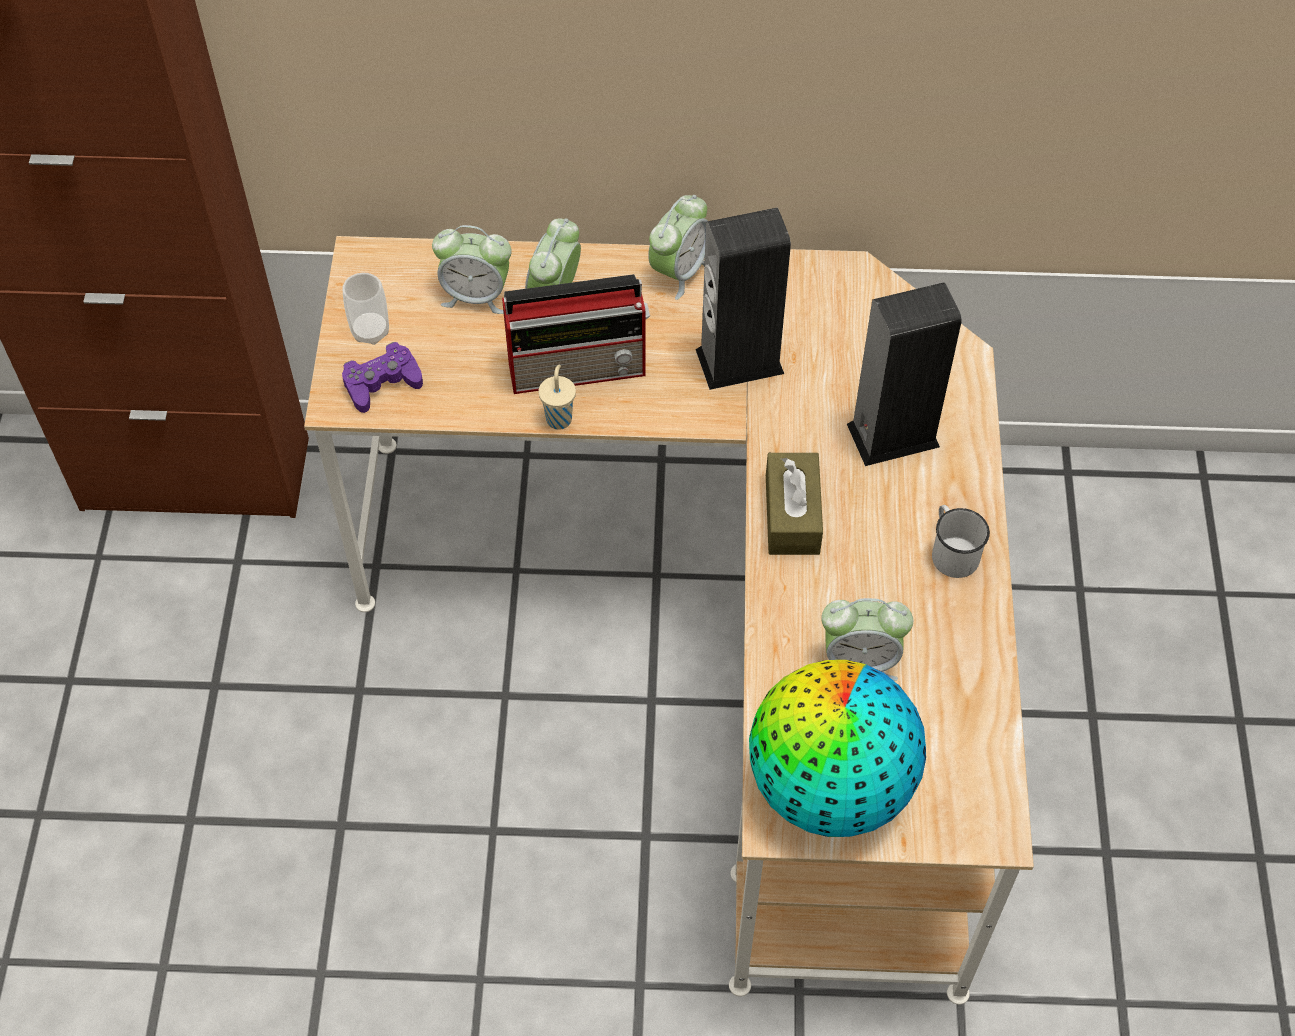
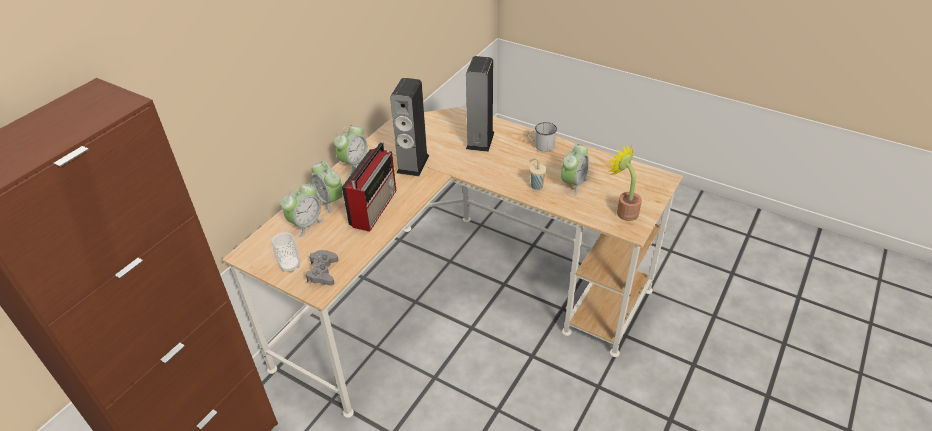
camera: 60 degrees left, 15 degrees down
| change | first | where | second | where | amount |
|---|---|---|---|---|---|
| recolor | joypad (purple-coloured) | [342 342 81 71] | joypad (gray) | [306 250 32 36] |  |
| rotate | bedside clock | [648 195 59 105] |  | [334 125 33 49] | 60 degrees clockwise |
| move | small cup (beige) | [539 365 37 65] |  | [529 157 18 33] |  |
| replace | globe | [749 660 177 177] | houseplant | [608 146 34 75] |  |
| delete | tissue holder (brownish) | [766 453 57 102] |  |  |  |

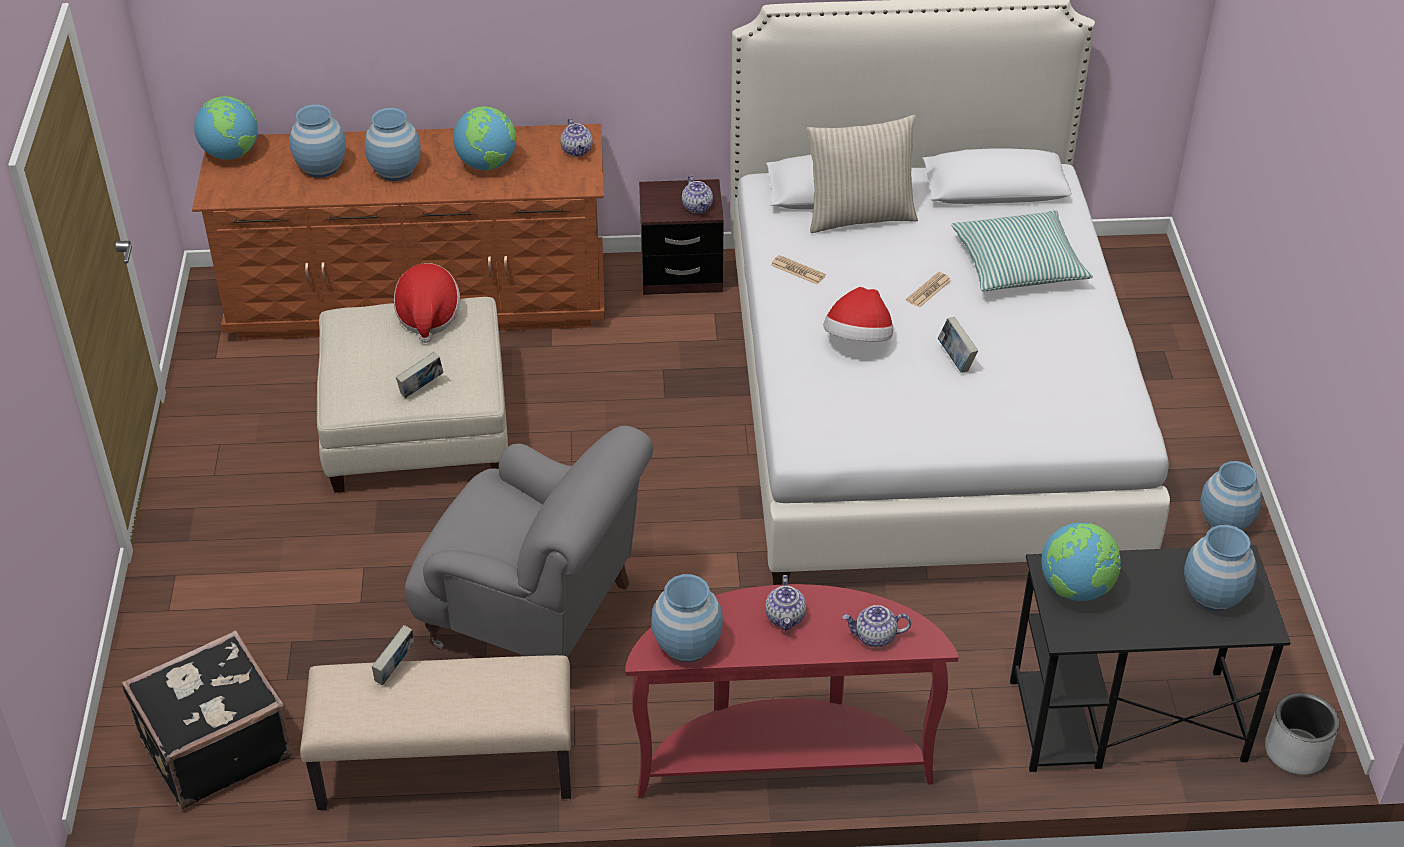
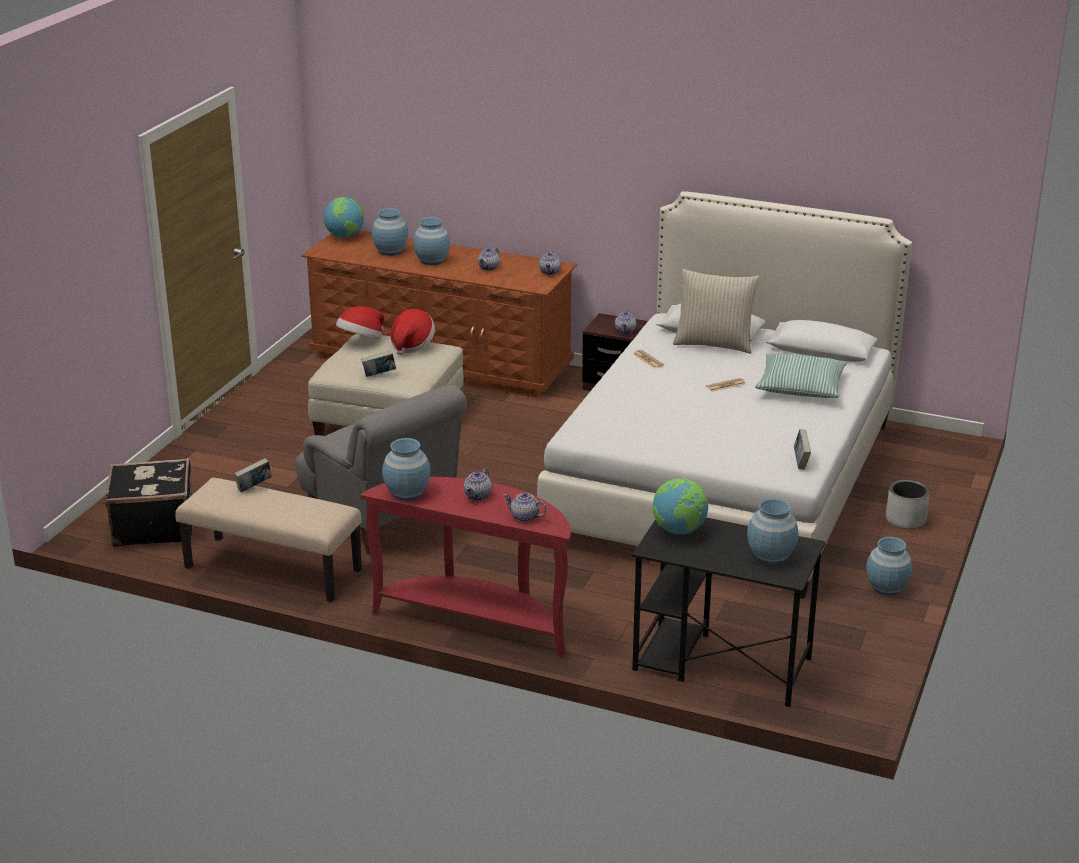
camera: 25 degrees right, 15 degrees down
| change | first | where | second | where | amount |
|---|---|---|---|---|---|
| move | hat | [823 287 70 55] |  | [336 306 48 33] |  |
| replace | globe | [453 106 63 64] | tea pot | [478 247 22 24] |  |
| move | bound book | [938 317 40 56] |  | [794 429 17 41] |  |
| move | flower pot (gray) | [1265 693 75 82] |  | [886 480 44 49] |  |

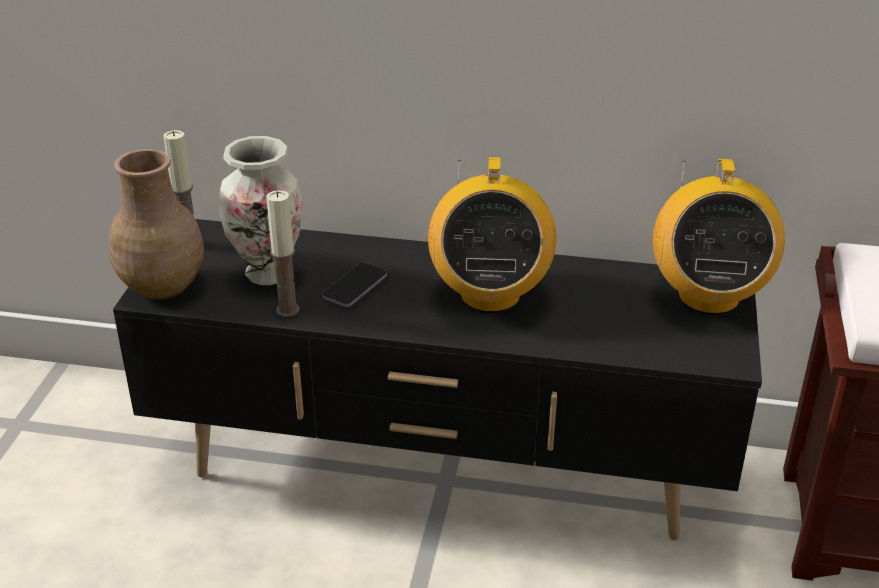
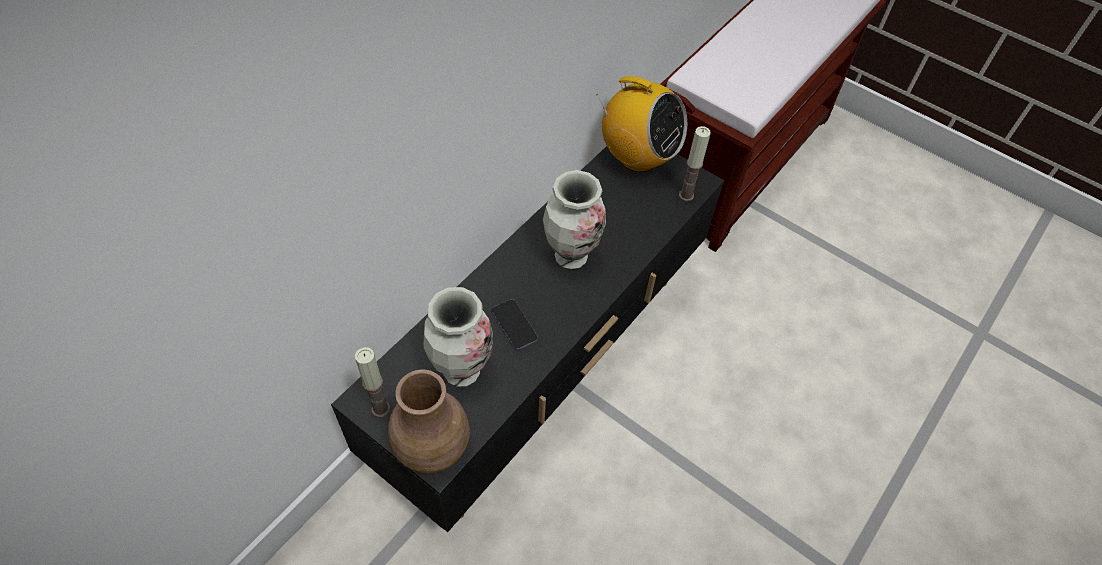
camera: 65 degrees left, 20 degrees up
| change | first | where | second | where | amount |
|---|---|---|---|---|---|
| replace | radio set | [428 157 128 156] | flower vase | [543 170 63 99] |  |
| move | candle | [266 190 34 127] |  | [679 126 32 75] |  |

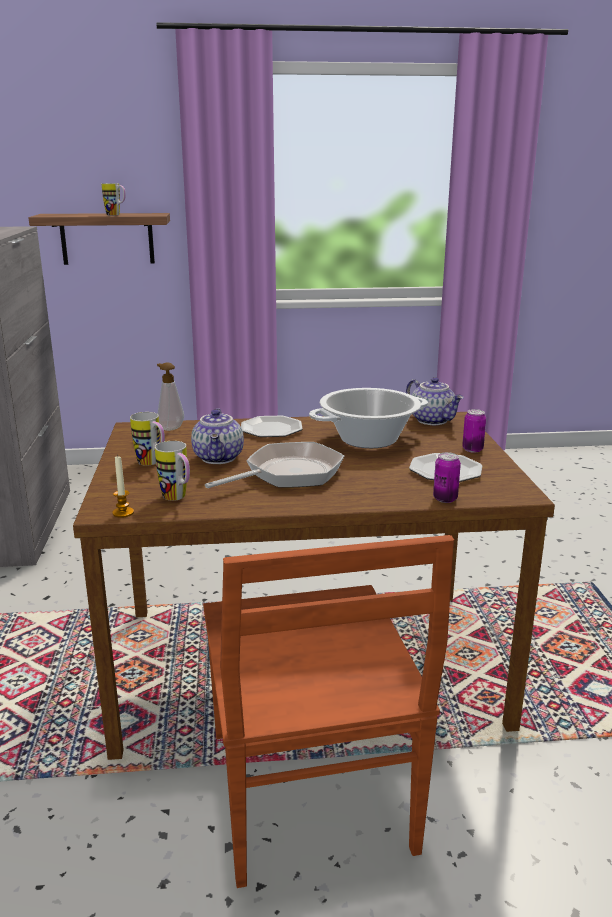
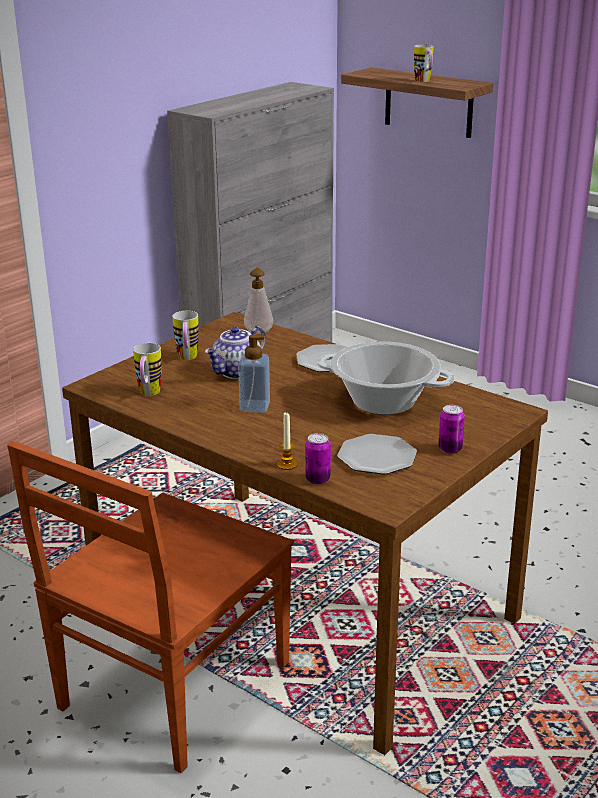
camera: 45 degrees right, 5 degrees up
| change | first | where | second | where | amount |
|---|---|---|---|---|---|
| replace | pan | [205 442 139 46] | soap bottle | [238 335 32 78] |  |
| move | candle | [112 455 22 63] |  | [277 412 20 58] |  |
| delete | tea pot | [406 377 58 48] |  |  |  |

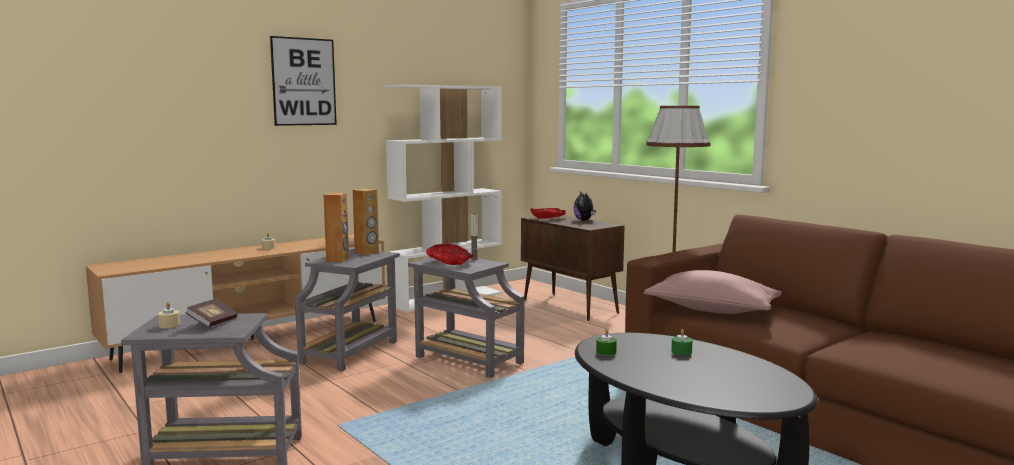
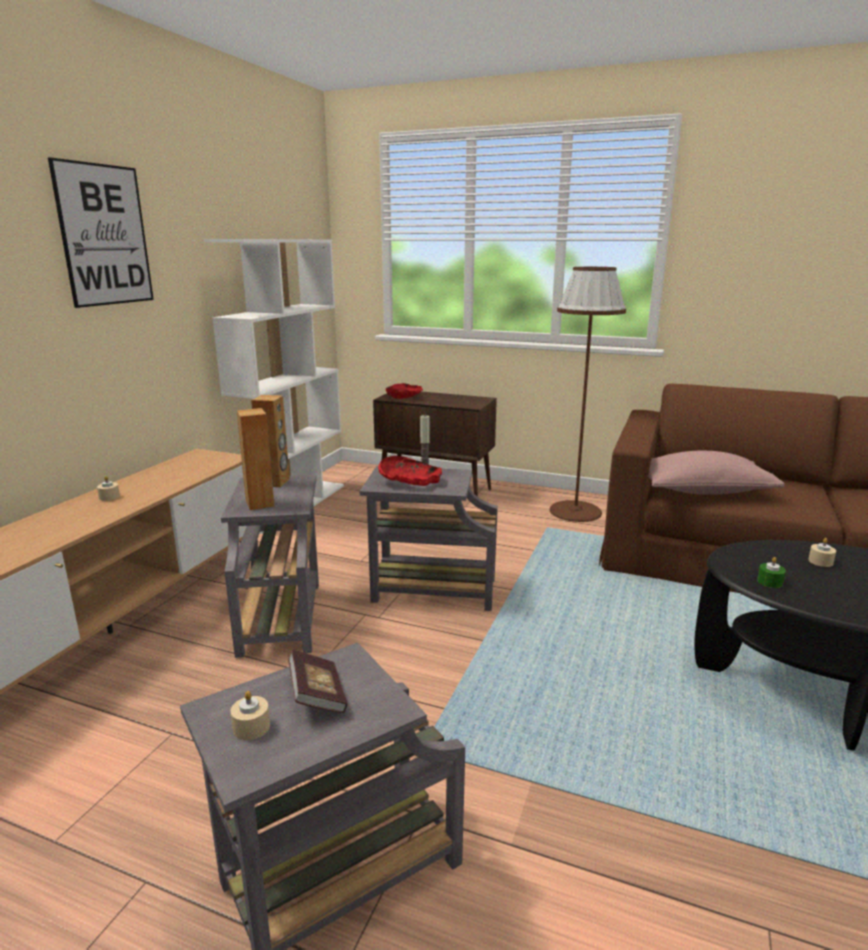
camera: 30 degrees left, 10 degrees up
| change | first | where | second | where | amount |
|---|---|---|---|---|---|
| recolor | candle (green) | [671 329 21 26] | candle (beige) | [808 538 28 29] |  |
| delete | plush toy | [574 191 22 30] |  |  |  |

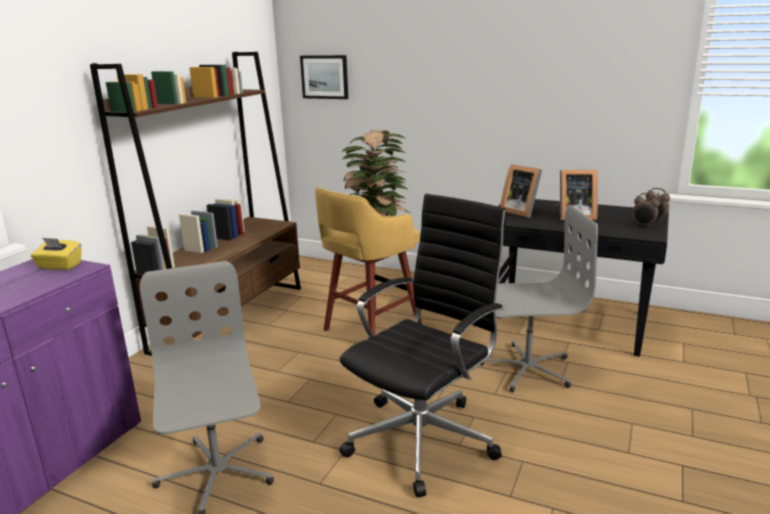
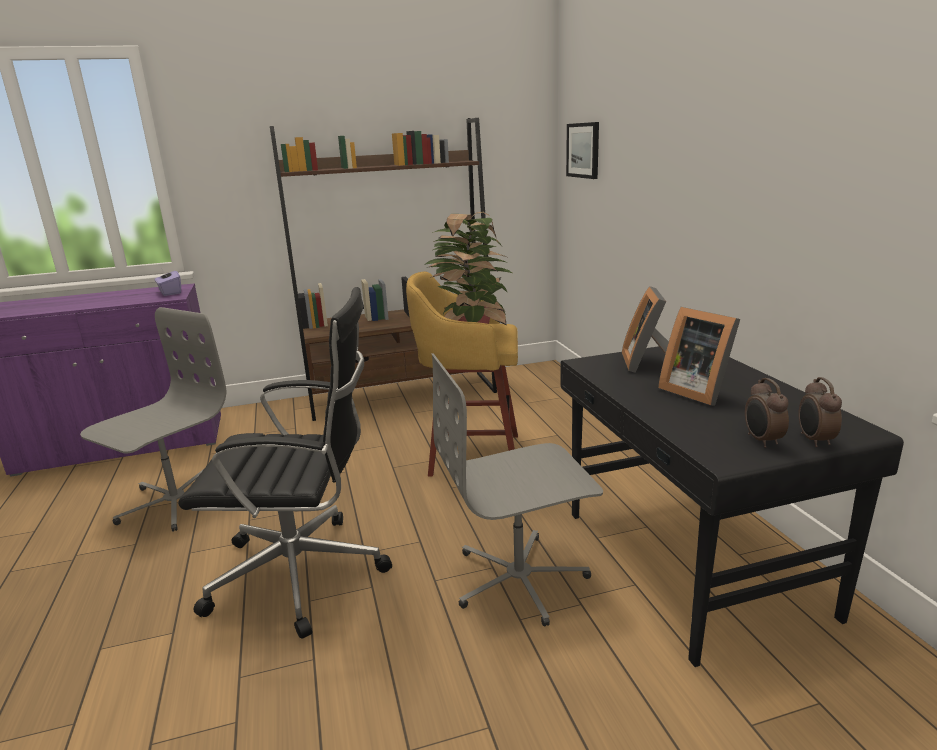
camera: 50 degrees right, 0 degrees up
| change | first | where | second | where | amount |
|---|---|---|---|---|---|
| recolor | tissue holder (yellow-coloured) | [31 238 51 32] | tissue holder (purple-coloured) | [155 268 26 28] |  |
| rotate | desk chair (gray) | [480 206 118 186] |  | [432 353 171 273] | 120 degrees clockwise |

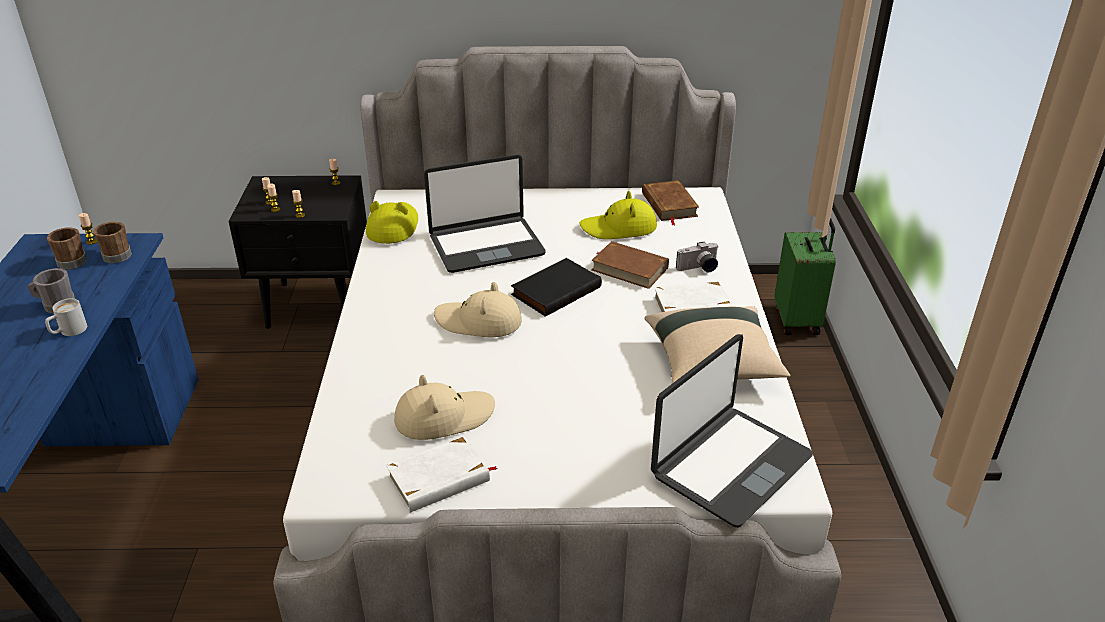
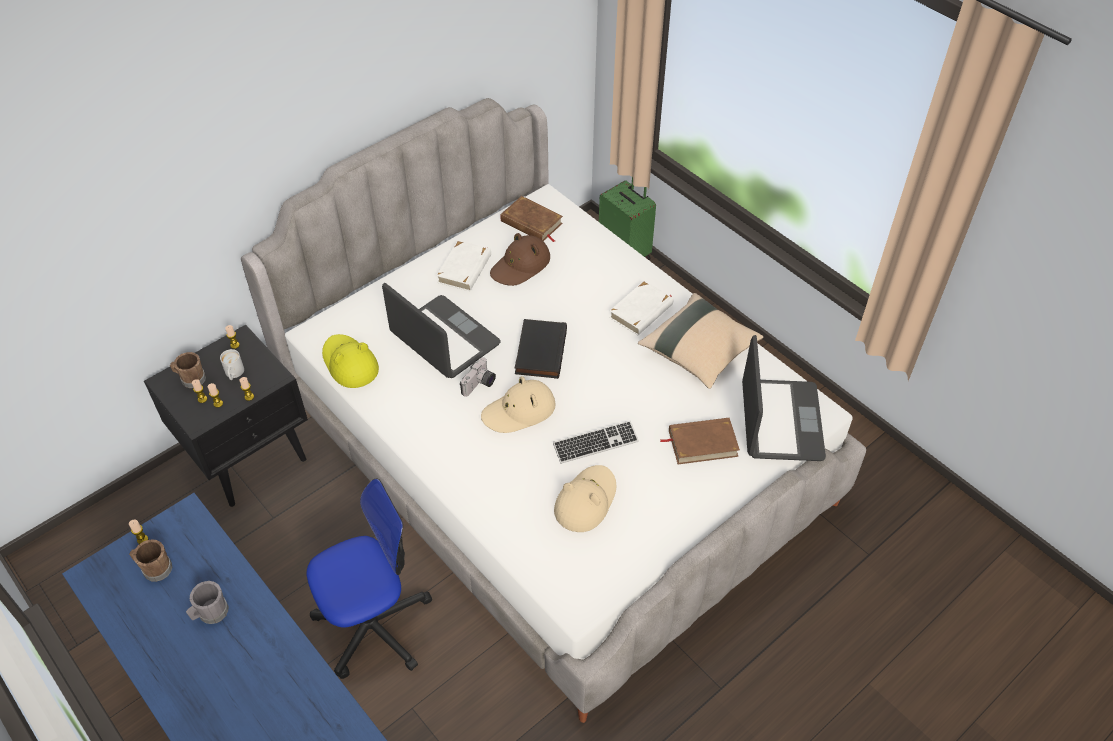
camera: 40 degrees left, 15 degrees up
| change | first | where | second | where | amount |
|---|---|---|---|---|---|
| move | tea mug (brownish) | [93 222 39 41] |  | [170 352 36 36] |  |
| move | tea mug (white) | [45 298 42 38] |  | [220 349 24 31] |  |
| insert |  |  | desk chair | [306 478 126 201] |  |
| rotate | notebook computer | [424 154 122 119] |  | [382 283 119 95] | 75 degrees counterclockwise |
| move | bound book (white) | [386 436 111 77] |  | [436 240 55 52] |  |
| move | still camera | [676 242 43 30] |  | [460 357 36 40] |  |
| recolor | hat (yellow-coloured) | [580 191 77 48] | hat (brownish) | [490 233 60 53] |  |
| insert |  |  | keyboard | [553 421 86 43] |  |
| move | bound book (brownish) | [591 241 78 48] |  | [660 418 80 46] |  |

